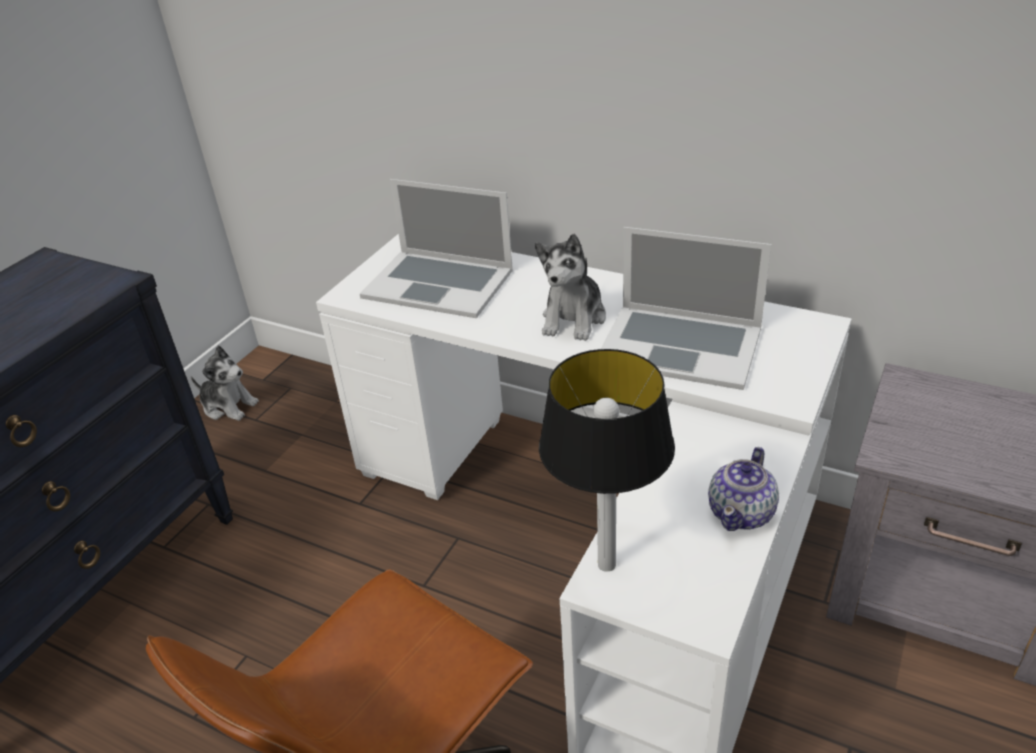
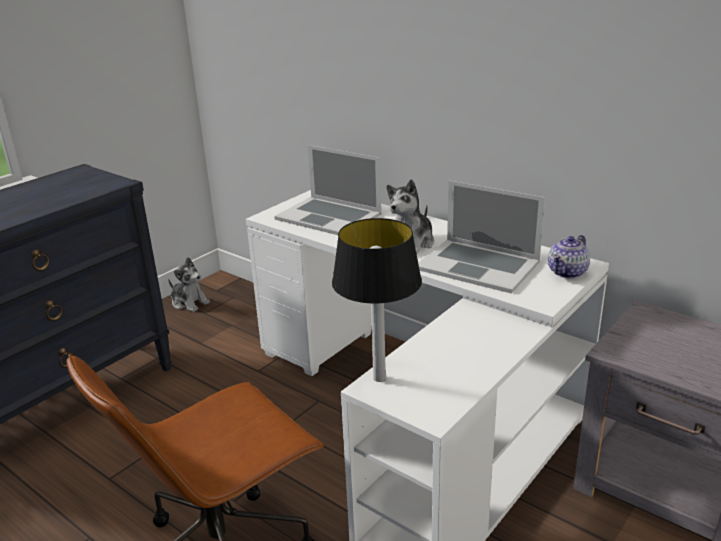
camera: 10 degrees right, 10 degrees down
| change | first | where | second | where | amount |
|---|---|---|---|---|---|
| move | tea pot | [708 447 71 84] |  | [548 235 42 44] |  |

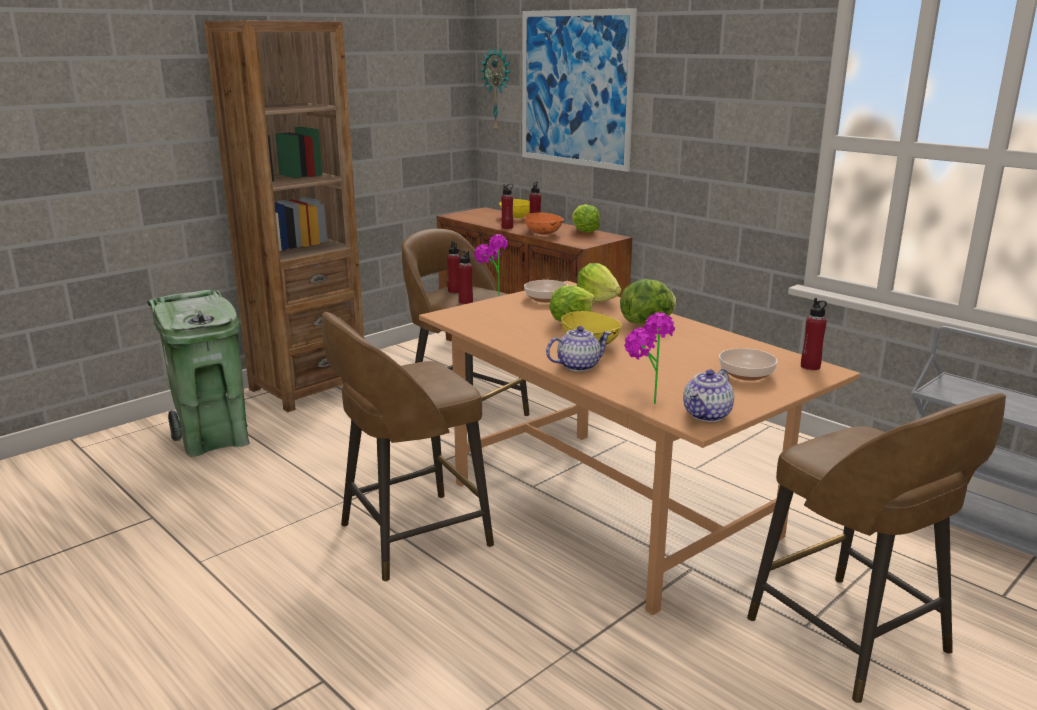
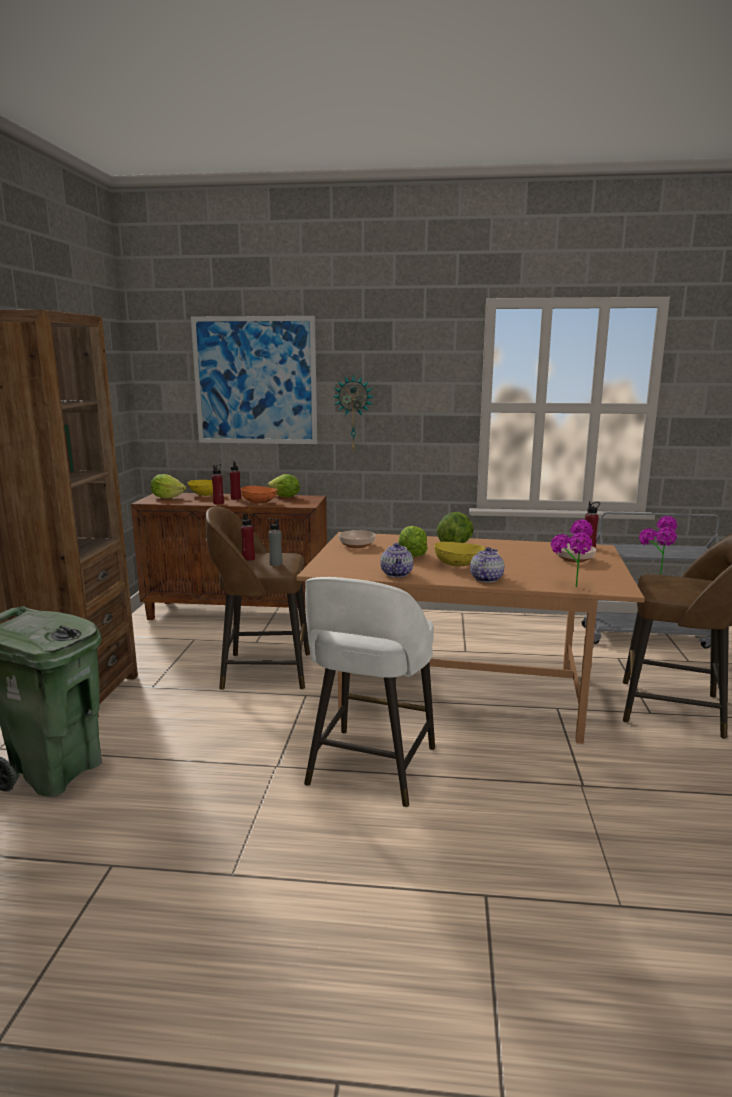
camera: 40 degrees left, 5 degrees down
| change | first | where | second | where | amount |
|---|---|---|---|---|---|
| move | lettuce head | [577 263 44 39] |  | [150 474 36 25] |  |
| recolor | beverage bottle (red) | [457 250 16 54] | beverage bottle (gray) | [268 518 15 48] |  |
| recolor | stool seat (brownish) | [322 312 172 270] | stool seat (white) | [304 577 131 230] |  |
| move | hanging clock | [480 47 31 85] |  | [332 374 42 78] |  |
| move | tea pot | [683 369 51 53] |  | [380 543 33 34] |  |
| move | houseplant | [474 234 34 62] |  | [639 516 39 58] |  |

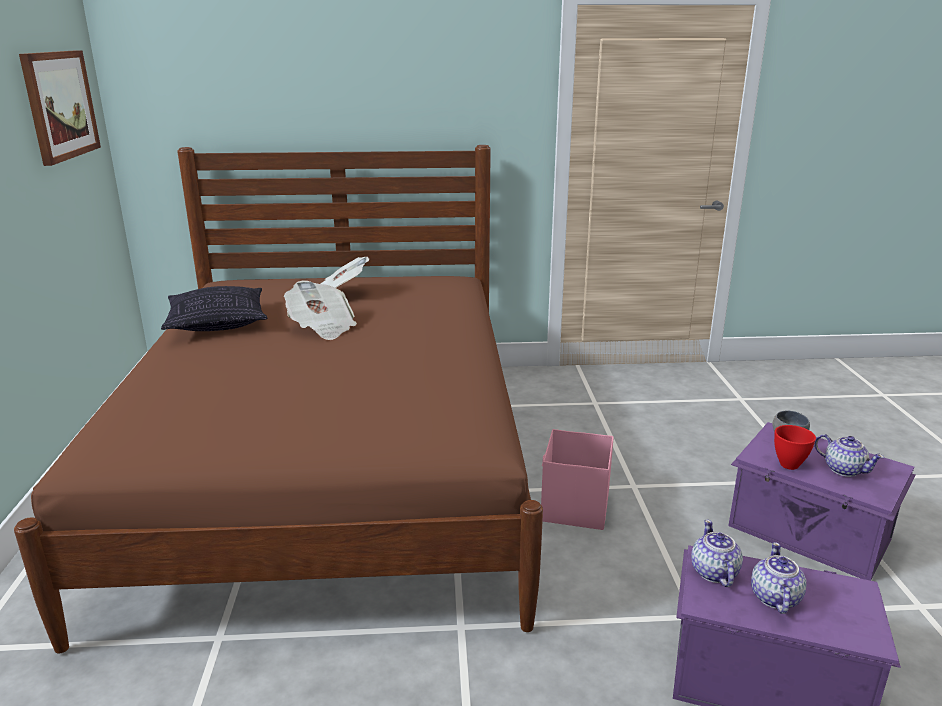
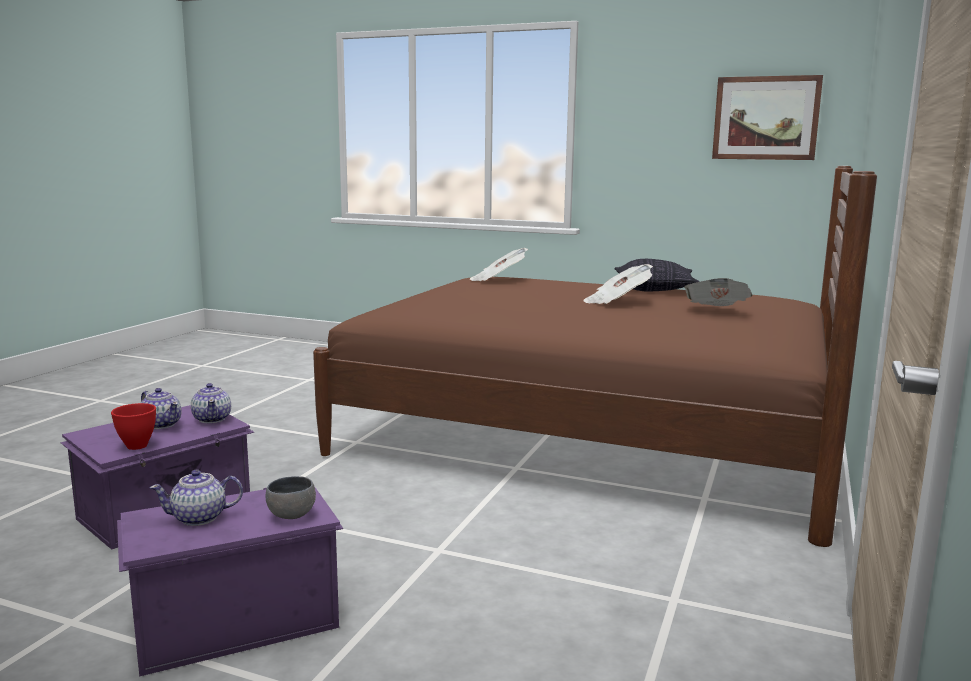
camera: 115 degrees right, 10 degrees down
| change | first | where | second | where | amount |
|---|---|---|---|---|---|
| move | deep dish (red) | [774 425 42 45] |  | [111 403 45 47] |  |
| rotate | tea pot | [691 520 52 67] |  | [191 383 40 40] | 45 degrees clockwise |
| insert |  |  | printed paper | [470 248 58 33] |  |
| delete | storage box (pink-coloured) | [541 429 73 101] |  |  |  |

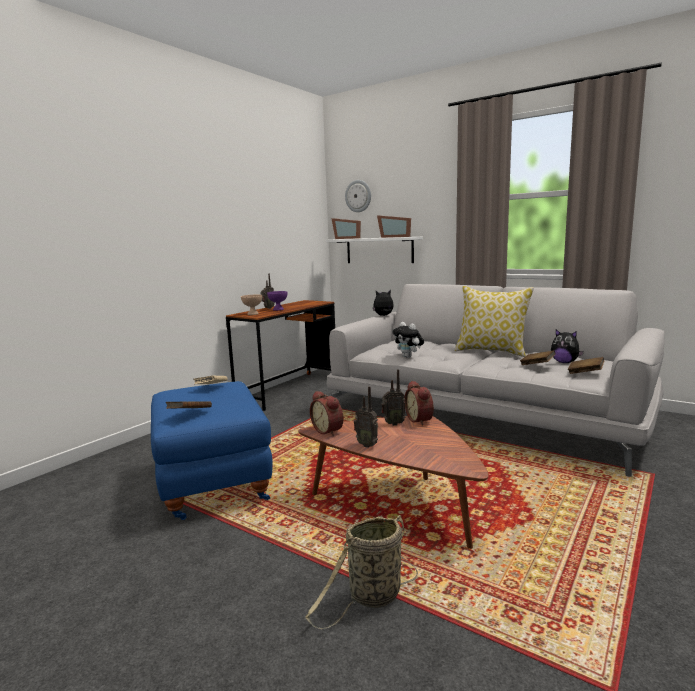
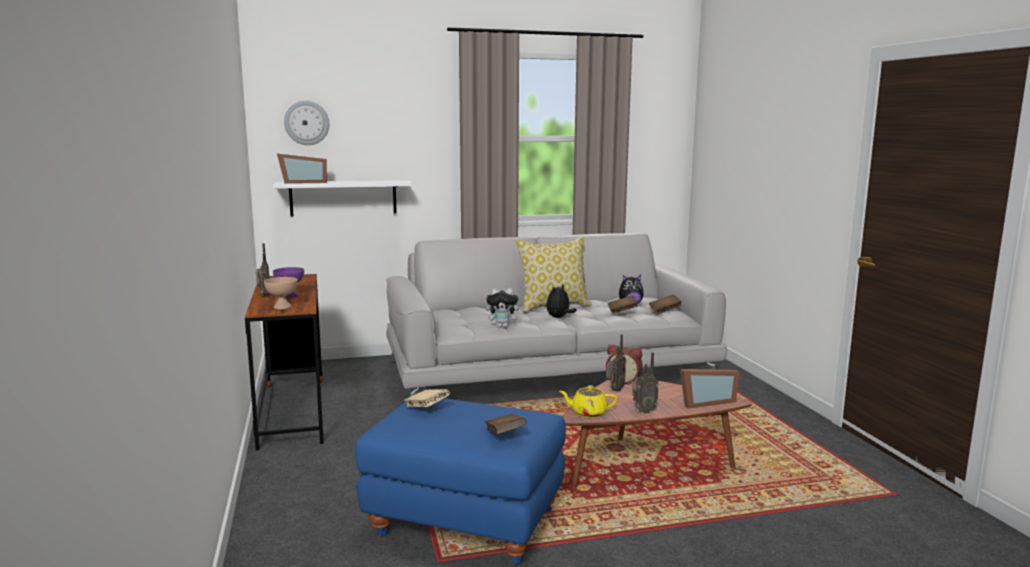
camera: 50 degrees left, 0 degrees up
| change | first | where | second | where | amount |
|---|---|---|---|---|---|
| move | plush toy | [373 290 21 26] |  | [546 284 31 34] |  |
| replace | bedside clock | [310 391 34 45] | tea pot (yellow-coloured) | [559 385 58 32] |  |
| move | photo frame | [377 215 34 23] |  | [680 369 59 40] |  |
| delete | storage basket | [305 515 113 114] |  |  |  |

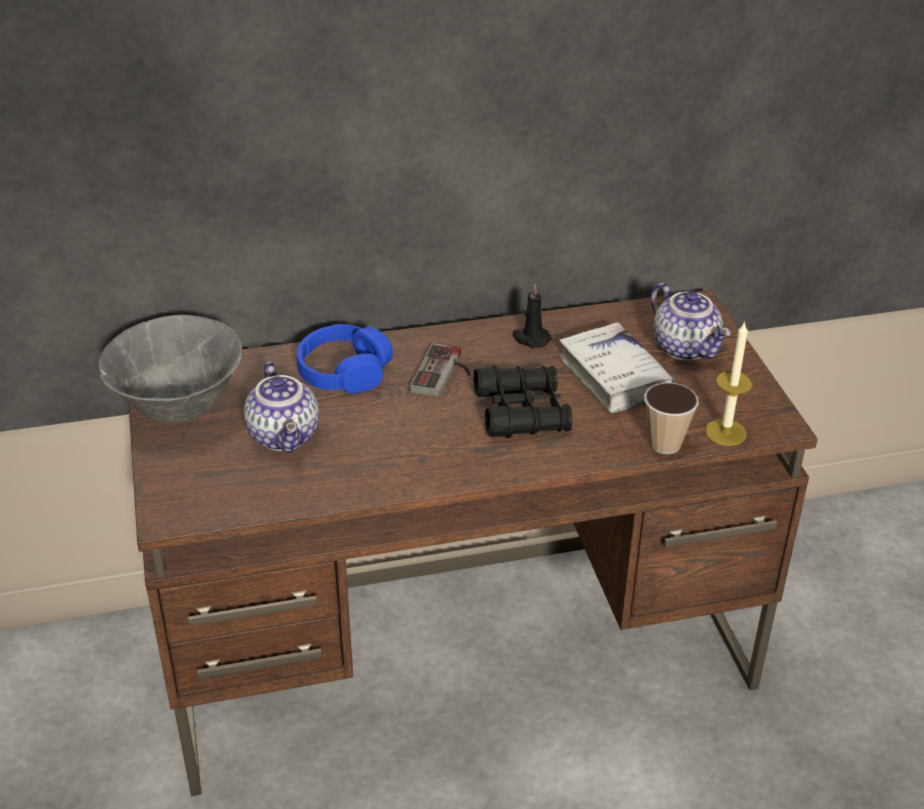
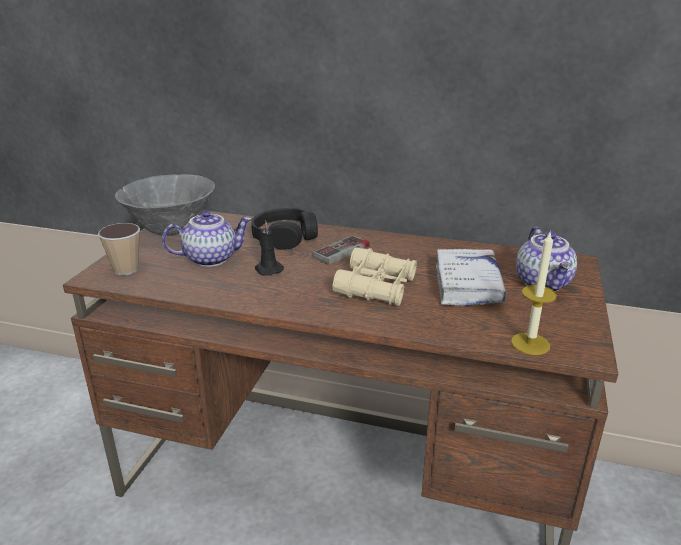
camera: 30 degrees right, 10 degrees down
| change | first | where | second | where | amount |
|---|---|---|---|---|---|
| move | small cup | [644 383 55 71] |  | [98 223 42 53] |  |
| rotate | tea pot | [244 362 75 91] |  | [162 210 90 57] | 120 degrees counterclockwise |
| recolor | pair of headphones (blue-coloured) | [297 324 96 70] | pair of headphones (black) | [251 208 67 42] |  |
| move | candle (black) | [513 284 38 64] |  | [255 221 29 55] |  |
| recolor | field glasses (black) | [474 365 98 73] | field glasses (beige) | [333 248 84 58] |  |

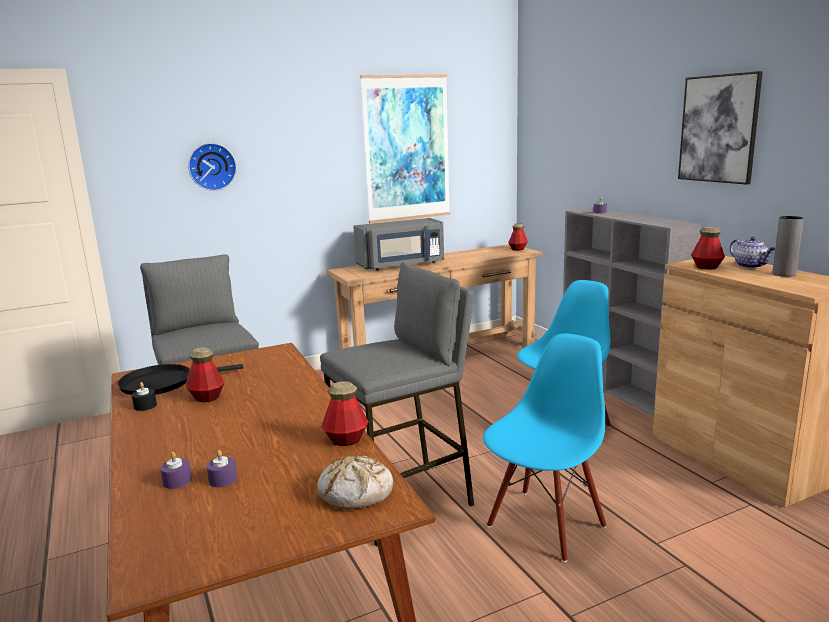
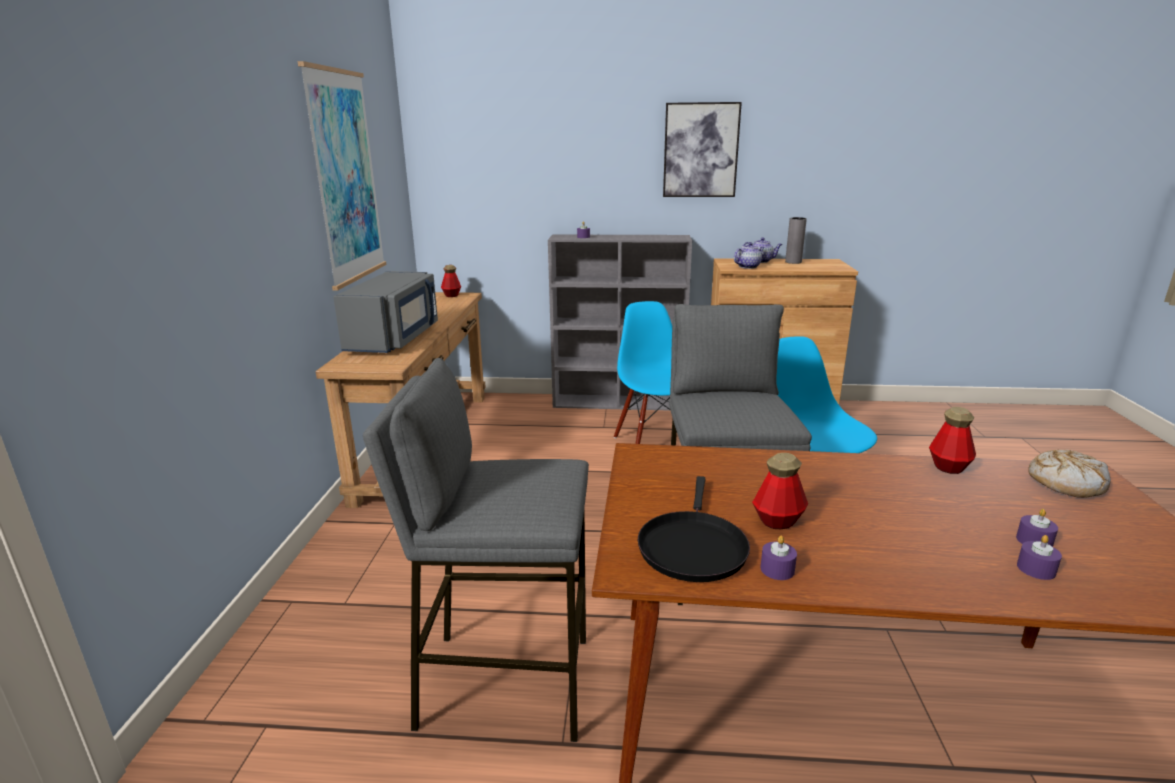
camera: 60 degrees left, 5 degrees up
| change | first | where | second | where | amount |
|---|---|---|---|---|---|
| replace | beverage bottle | [691 227 34 42] | tea pot | [734 242 30 27] |  |
| recolor | candle (black) | [132 382 25 29] | candle (purple-coloured) | [760 536 37 44] |  |
| delete | hanging clock | [188 143 49 48] |  |  |  |

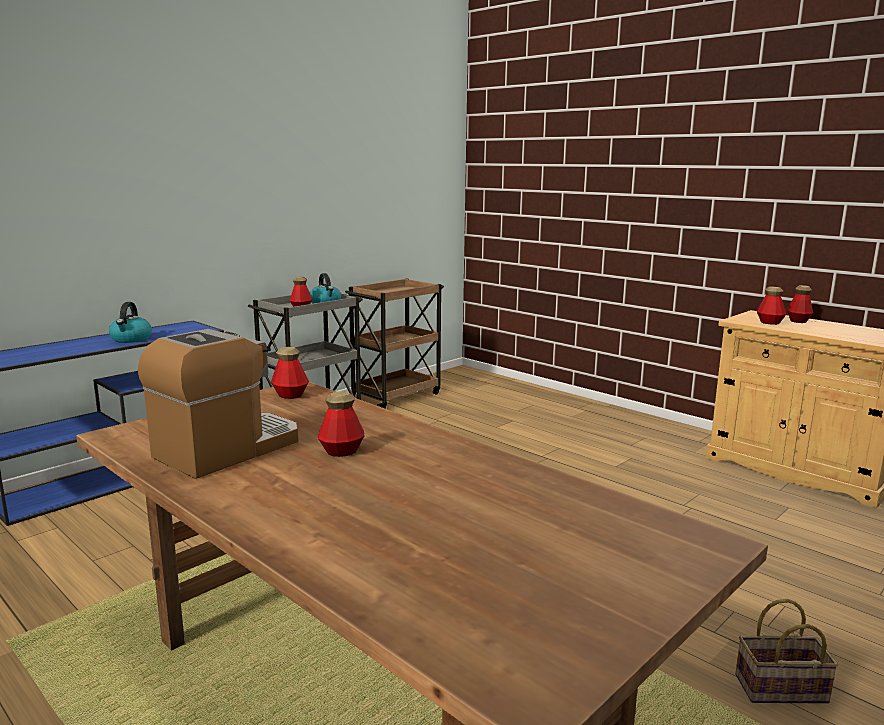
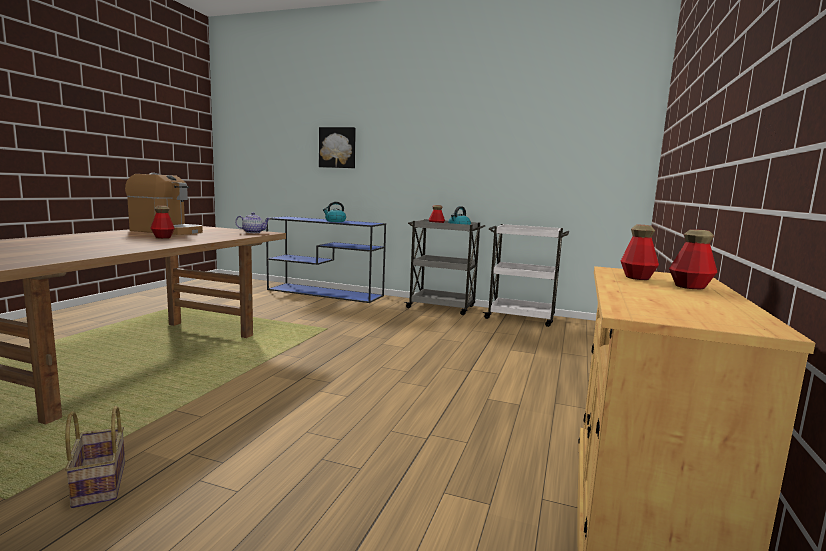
camera: 65 degrees right, 5 degrees down
| change | first | where | second | where | amount |
|---|---|---|---|---|---|
| replace | beverage bottle | [271 347 38 52] | tea pot | [235 212 36 21] |  |
| insert |  |  | wall art | [319 127 37 41] |  |
| recolor | trolley (brownish) | [345 278 99 131] | trolley (white) | [482 224 87 103] |  |

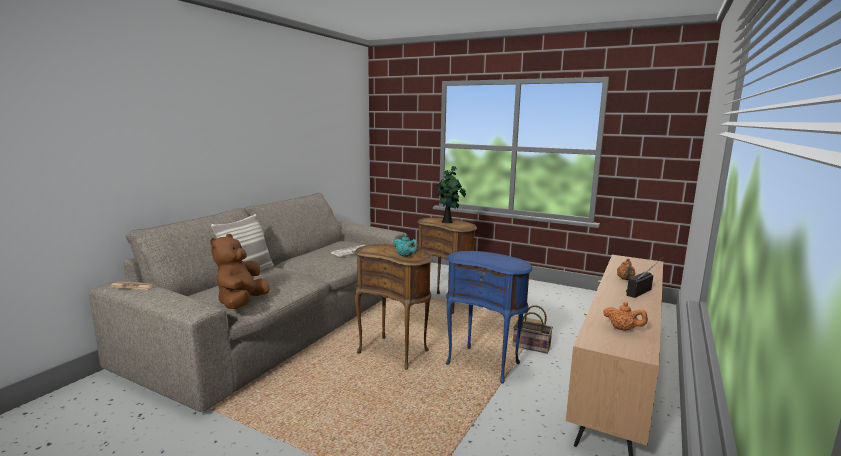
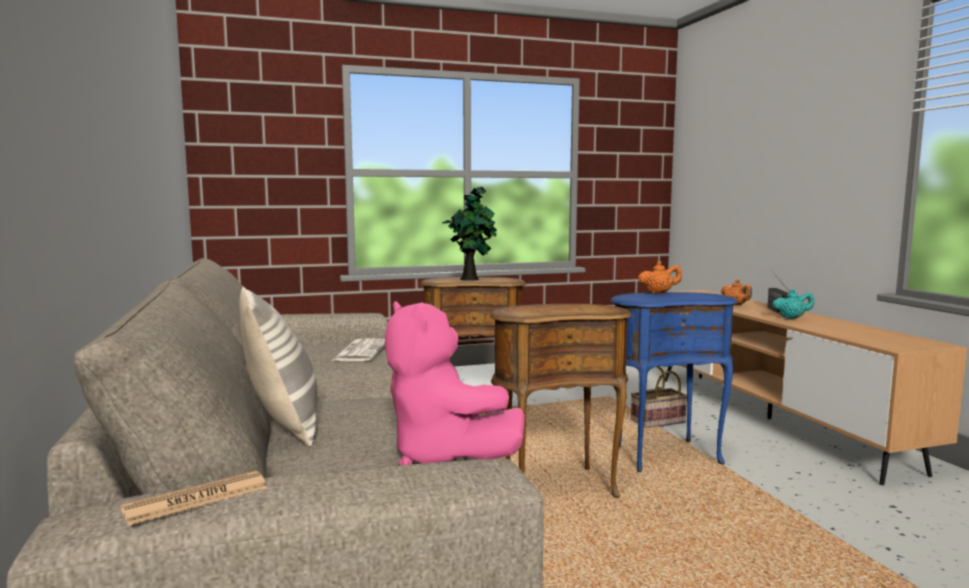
camera: 45 degrees left, 5 degrees down
| change | first | where | second | where | amount |
|---|---|---|---|---|---|
| recolor | plush toy (brownish) | [210 234 60 75] | plush toy (pink-coloured) | [385 301 140 164] |  |
| move | tea pot (orangey) | [603 302 45 29] |  | [638 261 44 33] |  |
| move | tea pot (turquoise-coloured) | [393 234 26 23] |  | [773 289 41 30] |  |

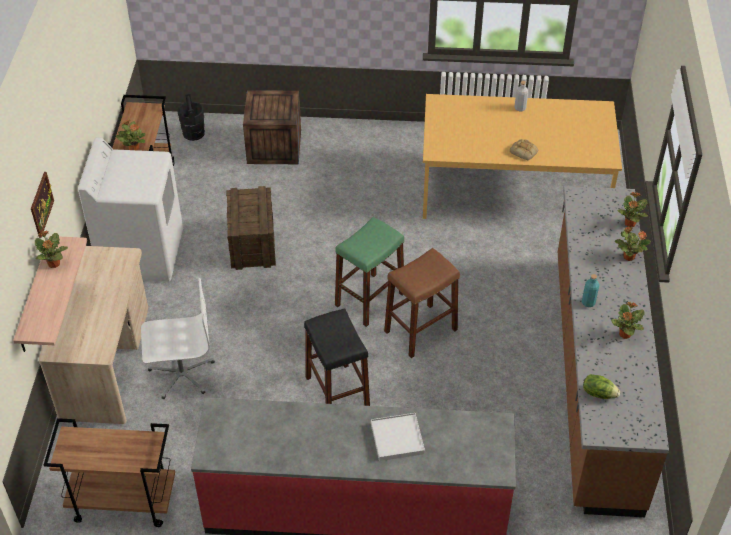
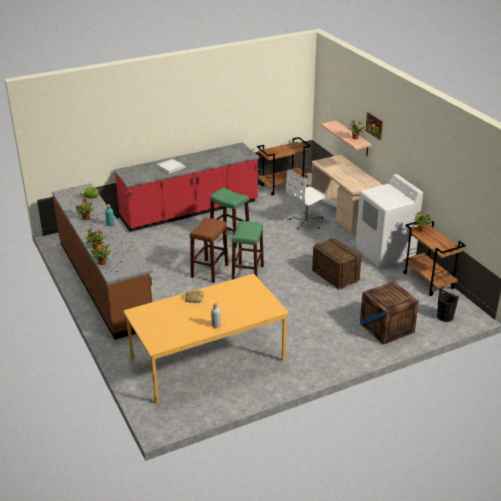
camera: 150 degrees right, 15 degrees down
| change | first | where | second | where | amount |
|---|---|---|---|---|---|
| recolor | stool seat (black) | [304 309 66 97] | stool seat (green) | [210 187 39 61] |  |

